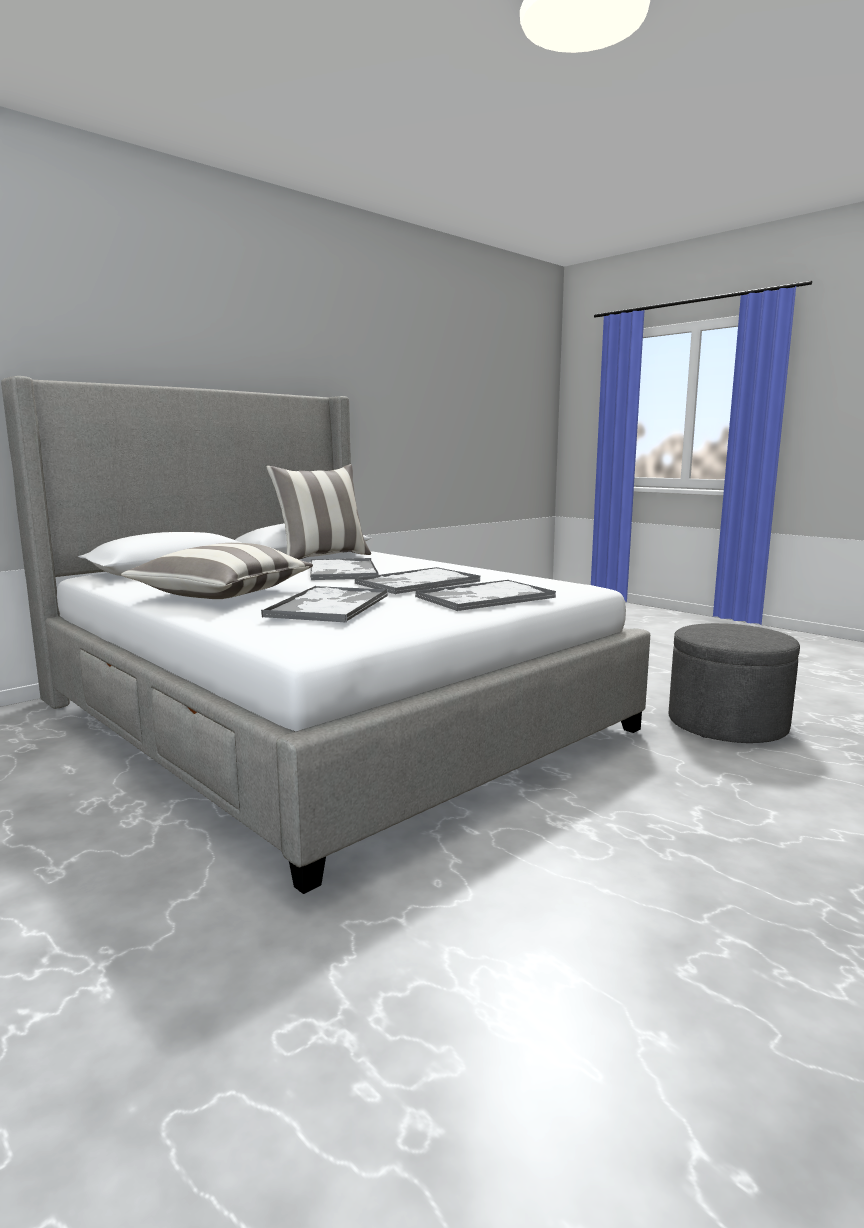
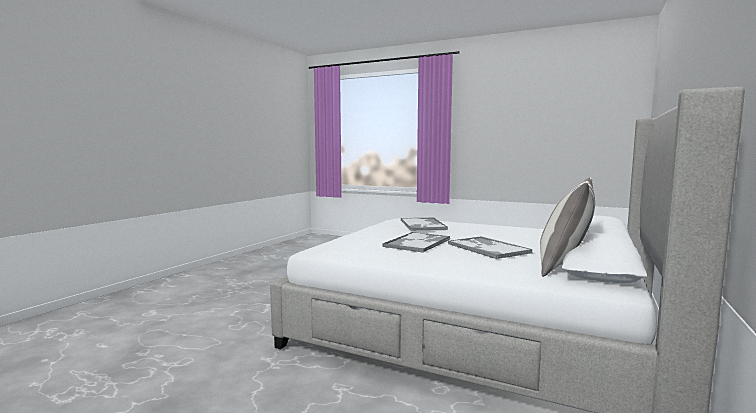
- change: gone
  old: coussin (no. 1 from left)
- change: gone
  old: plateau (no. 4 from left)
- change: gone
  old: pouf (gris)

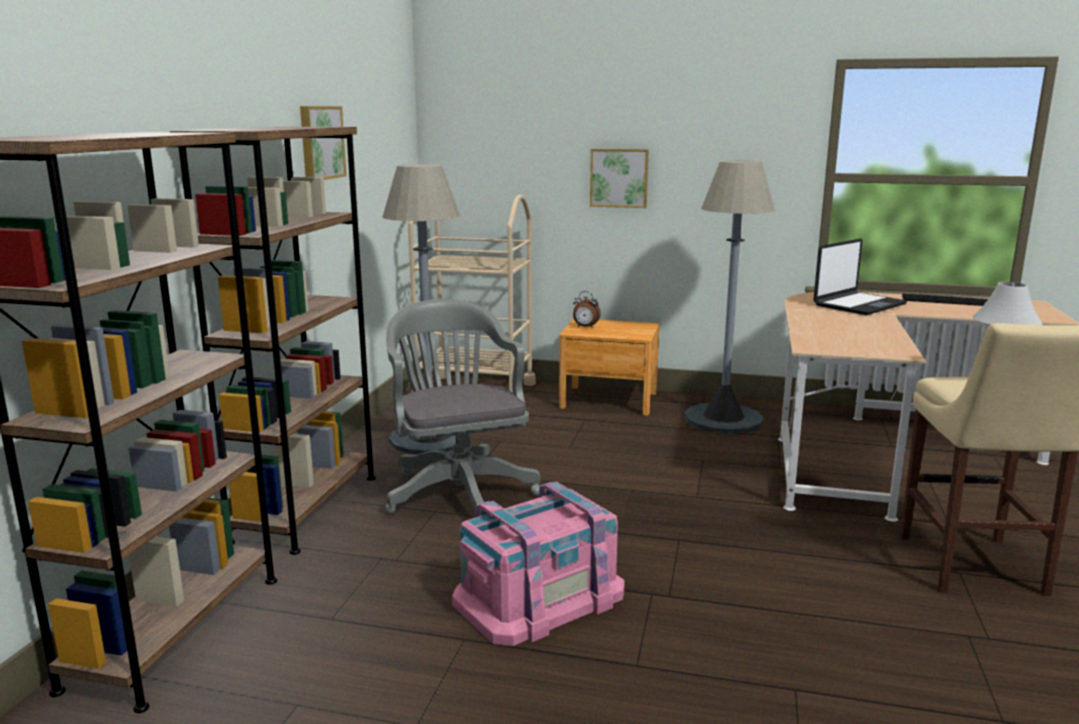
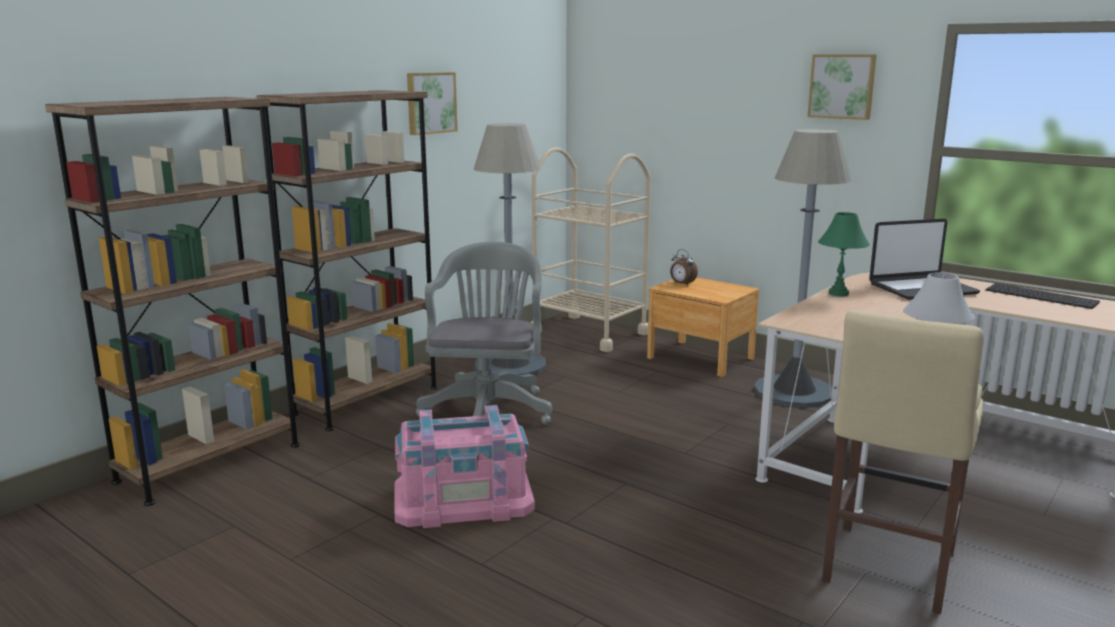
- change: new
  new: lampe de table (vert)
- change: shifted
  old: tableau (no. 2 from left)

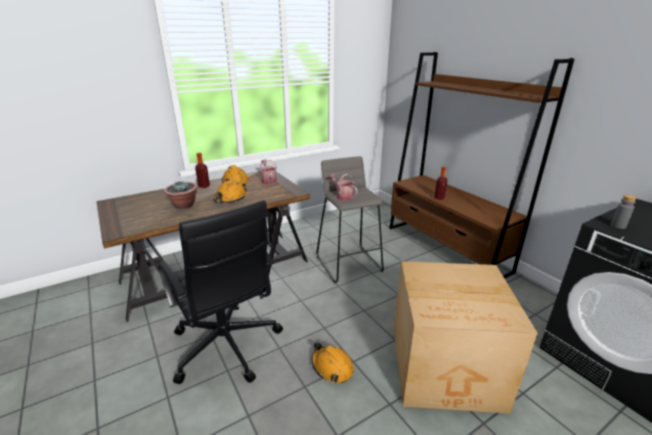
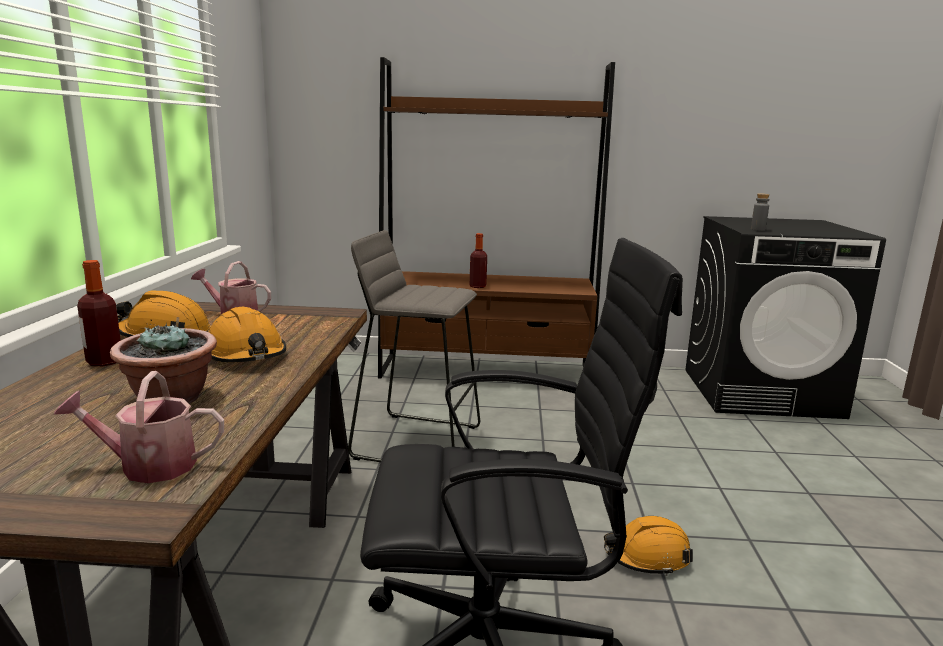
- change: gone
  old: carton
- change: shifted
  old: arrosoir (no. 2 from left in the first image)
  new: arrosoir (no. 1 from left)

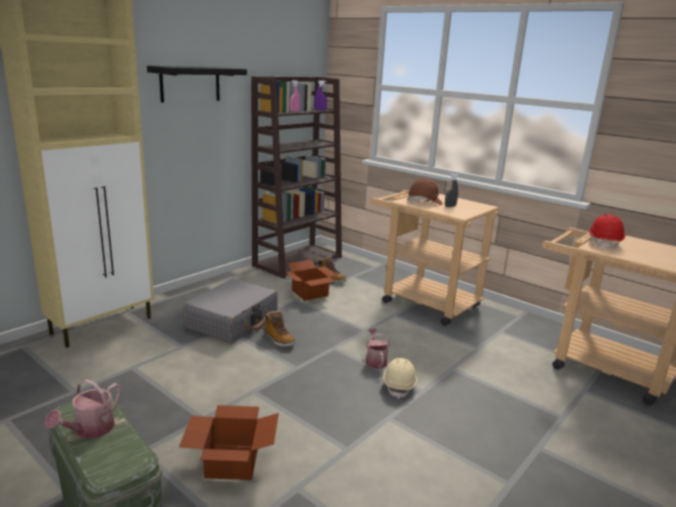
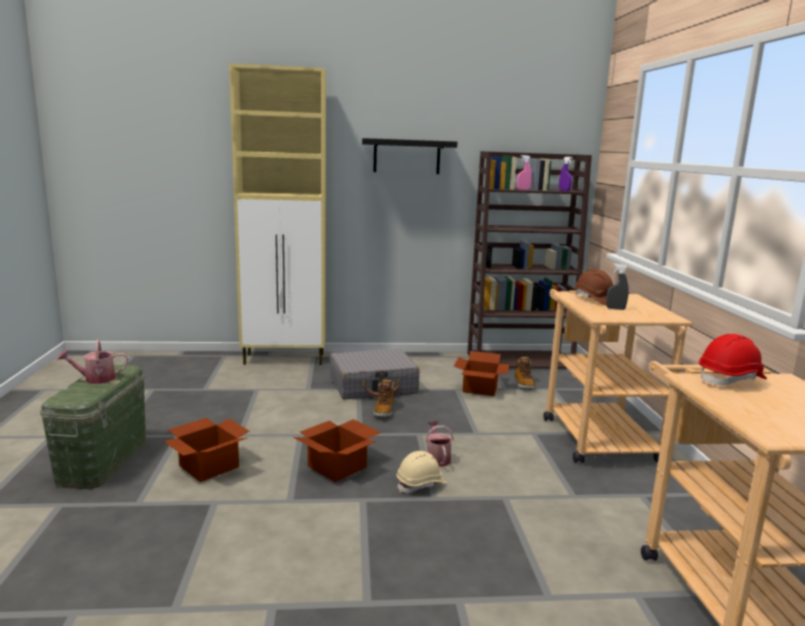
- change: new
  new: carton (no. 2 from left)
- change: rotated
  old: arrosoir (no. 2 from left)
  degrees: -45

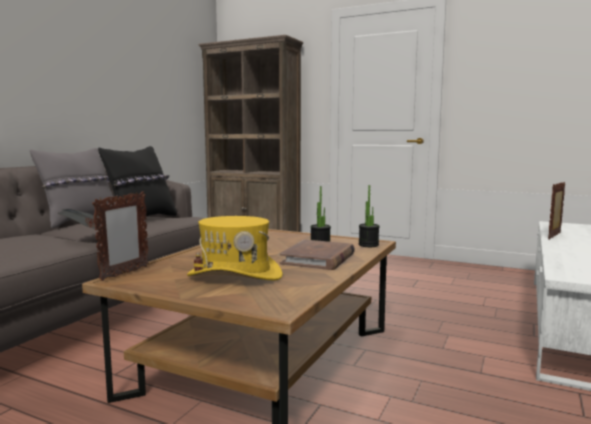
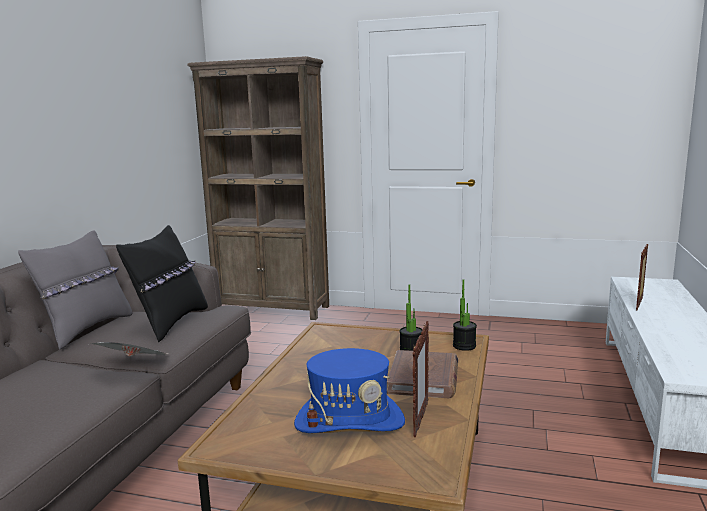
- change: shifted
  old: cadre photo (no. 1 from left)
- change: repainted
  old: chapeau (jaune)
  new: chapeau (bleu)

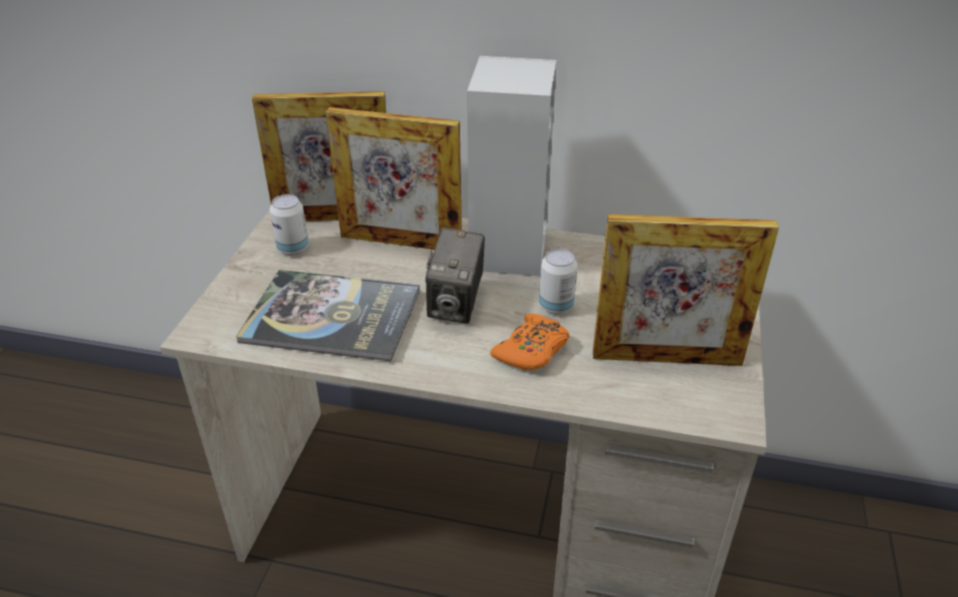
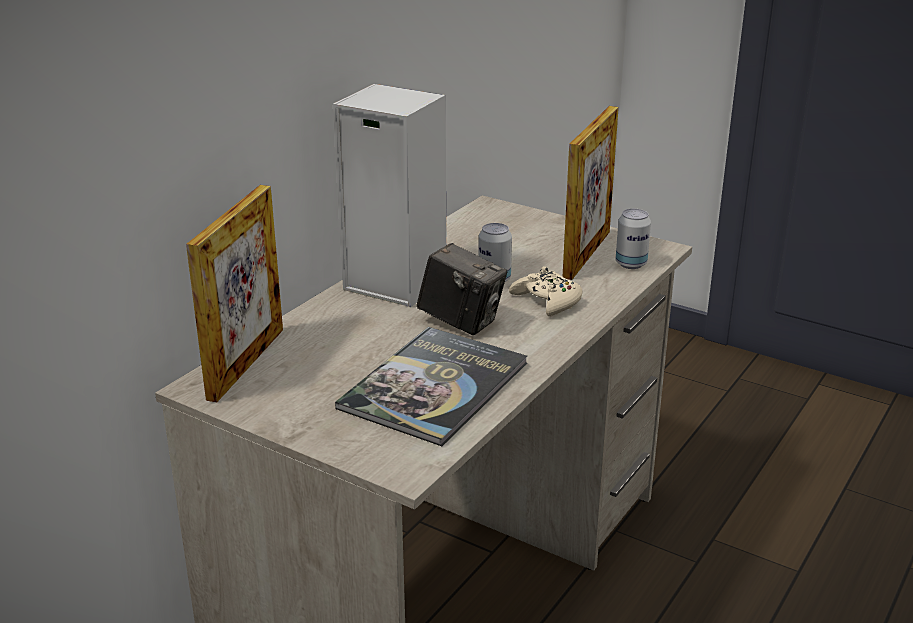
- change: gone
  old: cadre photo (no. 2 from left)
- change: shifted
  old: boîte métallique (no. 1 from left in the first image)
  new: boîte métallique (no. 2 from left)
- change: repainted
  old: manette (orange)
  new: manette (beige)

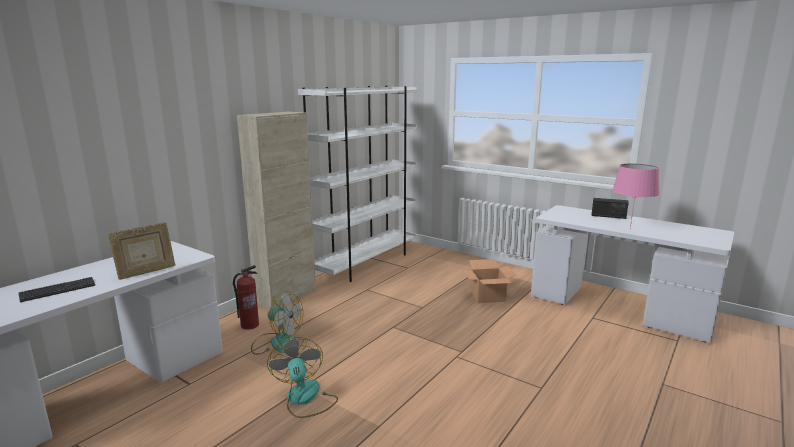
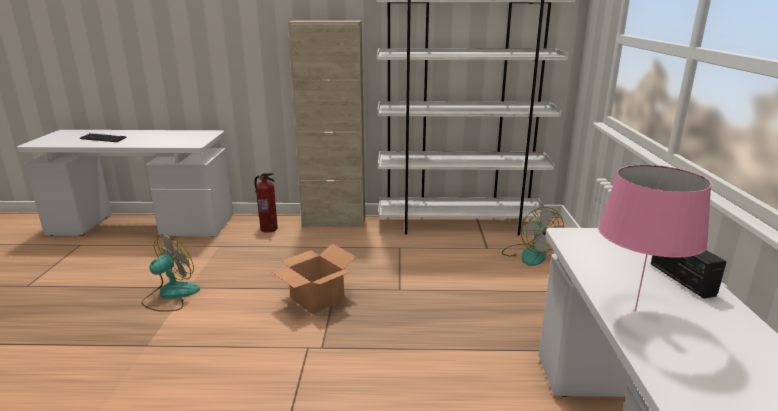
- change: gone
  old: cadre photo
- change: shifted
  old: ventilateur (no. 1 from left in the first image)
  new: ventilateur (no. 2 from left)
- change: shifted
  old: carton

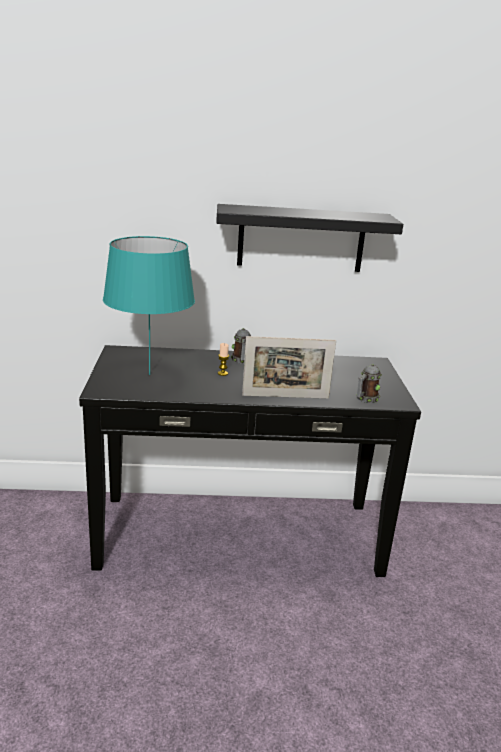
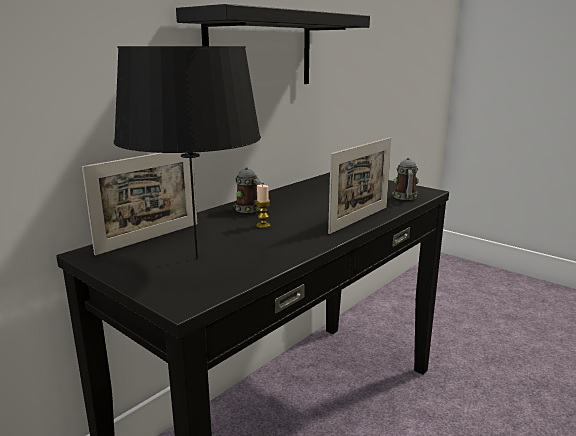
- change: new
  new: cadre photo (no. 1 from left)
- change: repainted
  old: lampe de table (turquoise)
  new: lampe de table (noir)

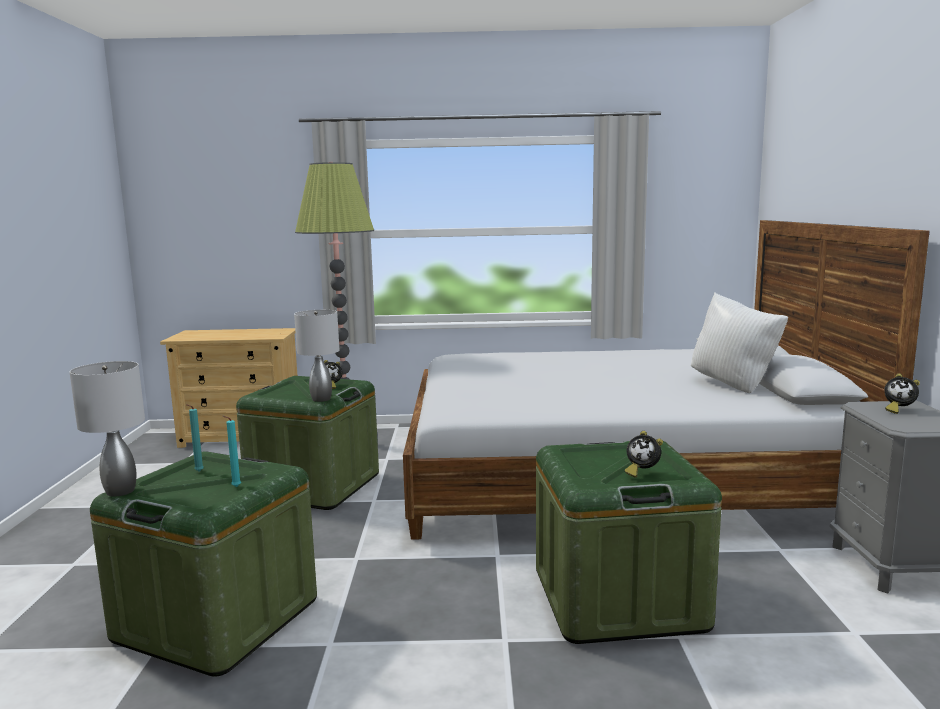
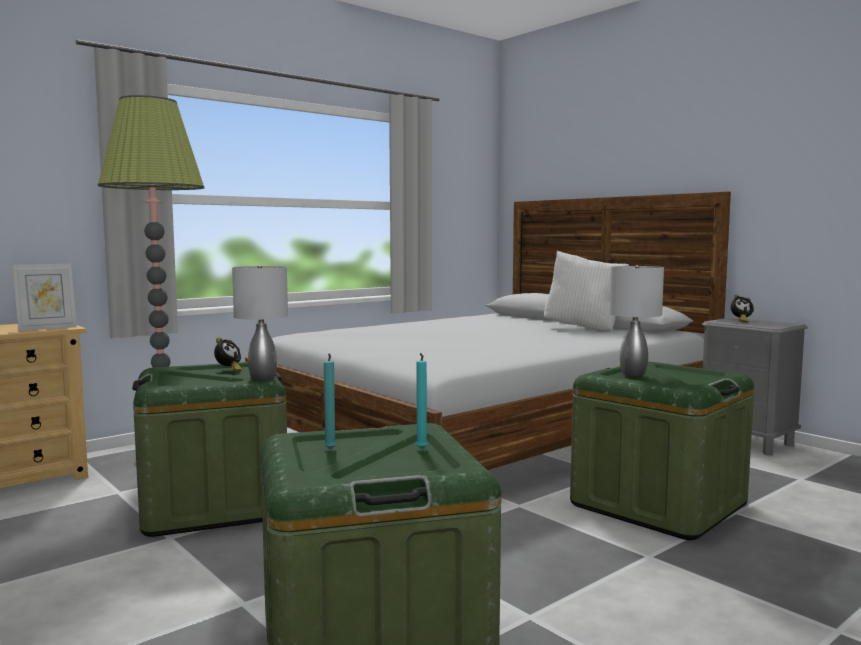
- change: gone
  old: réveil (no. 2 from left)
- change: new
  new: cadre photo
- change: shifted
  old: lampe de table (gris) (no. 1 from left in the first image)
  new: lampe de table (gris) (no. 2 from left)

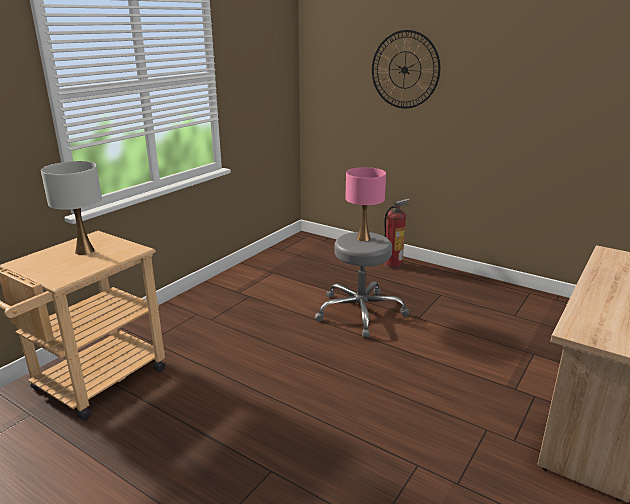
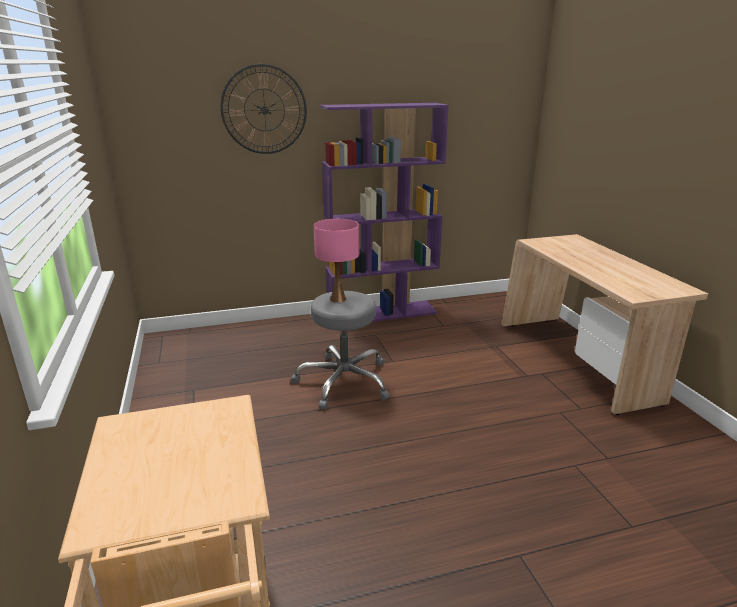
- change: gone
  old: lampe de table (blanc)
- change: gone
  old: extincteur
- change: new
  new: bibliothèque (violet)

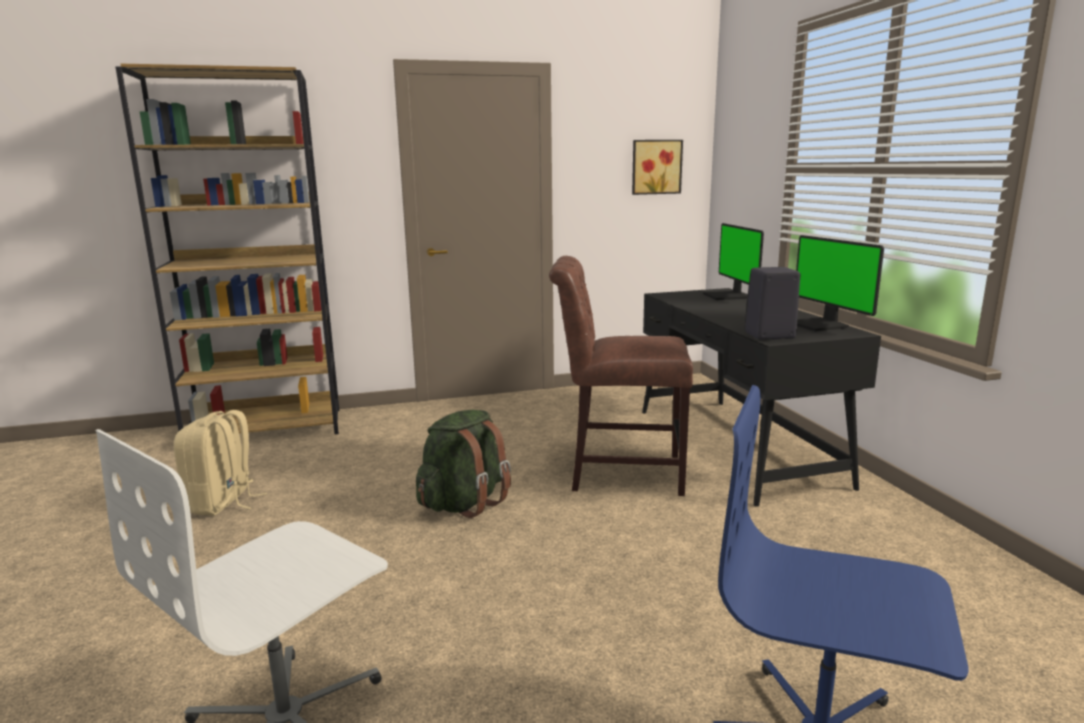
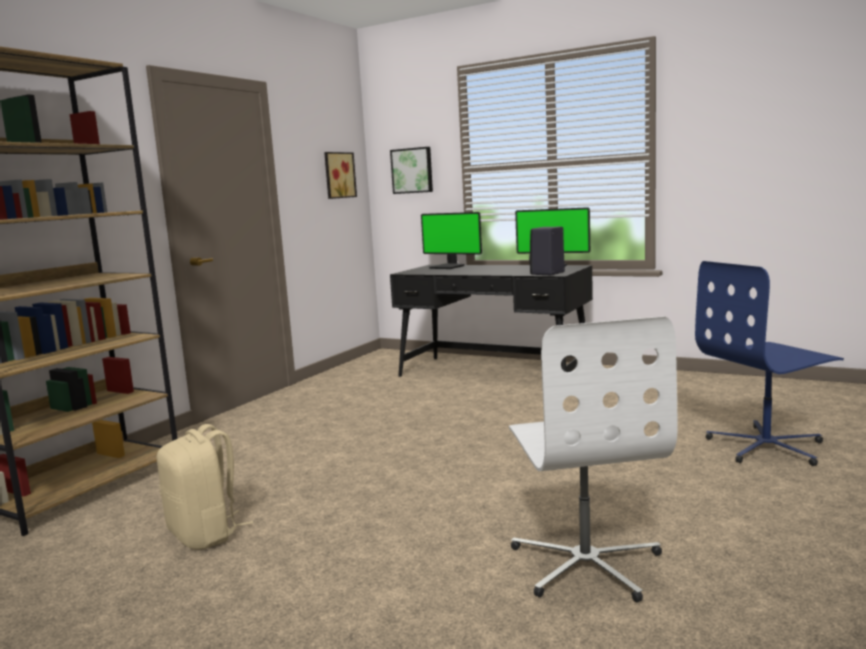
- change: gone
  old: sac à dos (vert)
- change: gone
  old: chaise (marron)
- change: new
  new: tableau (no. 2 from left)

